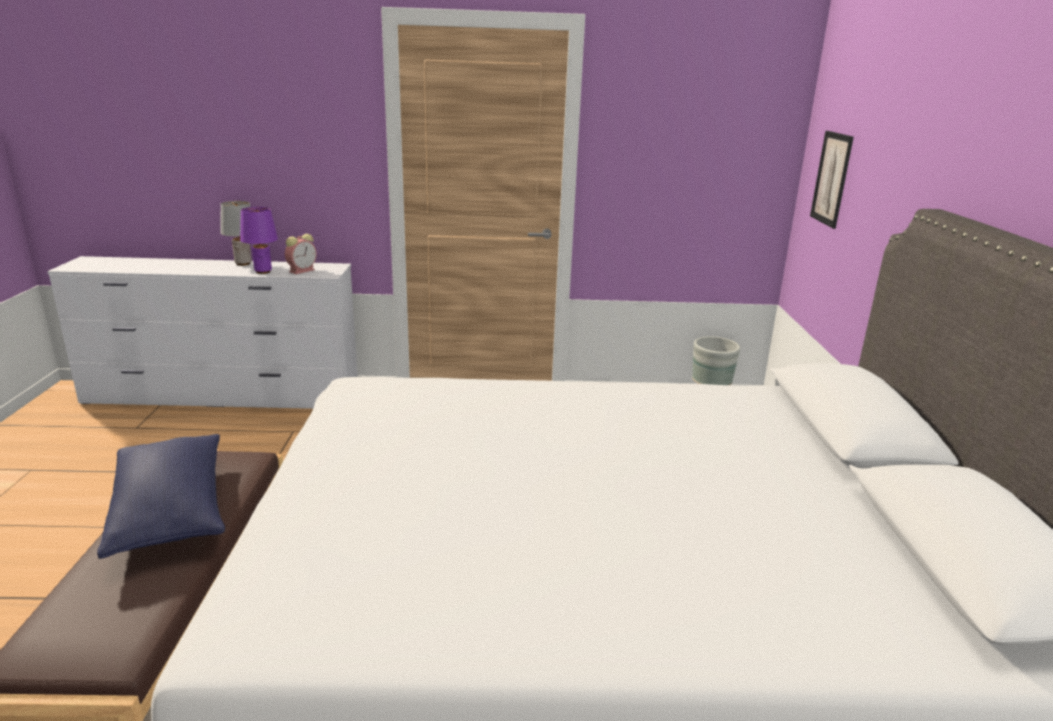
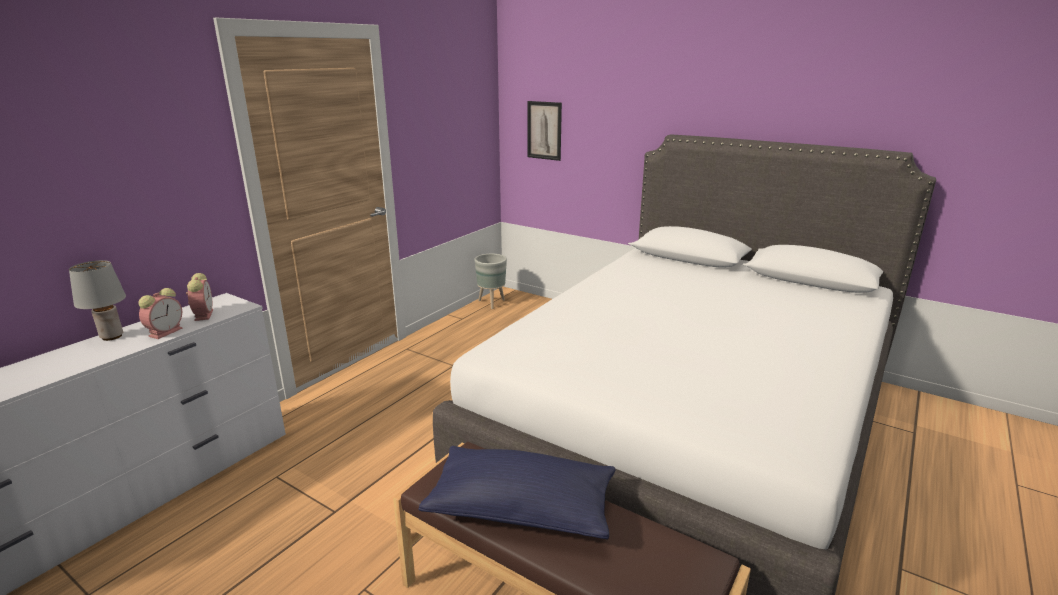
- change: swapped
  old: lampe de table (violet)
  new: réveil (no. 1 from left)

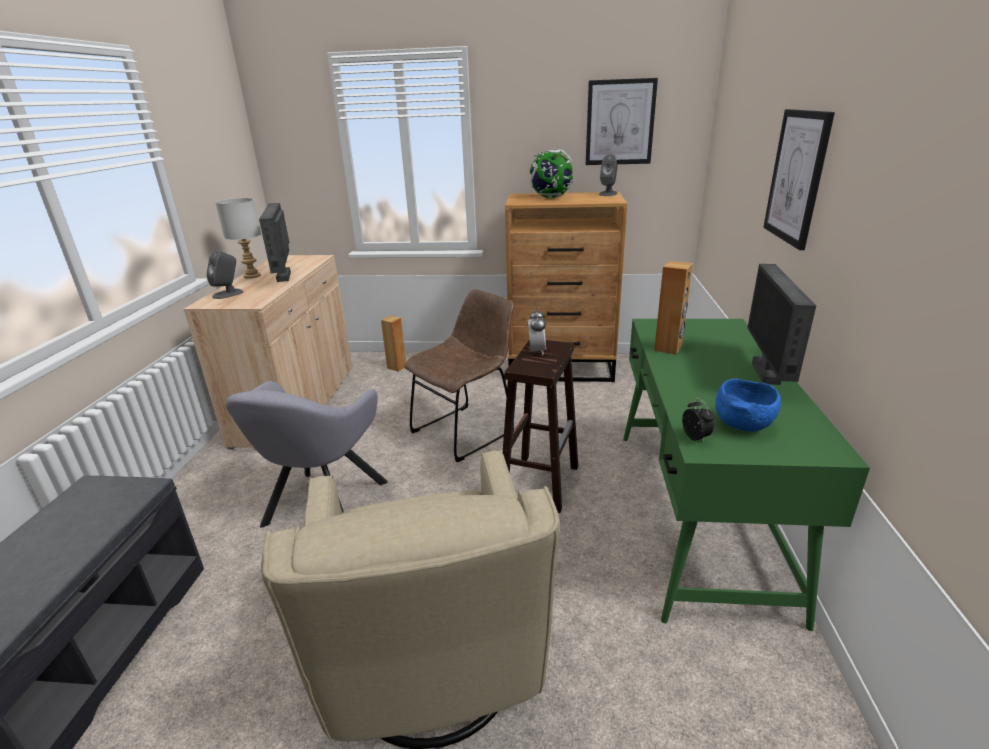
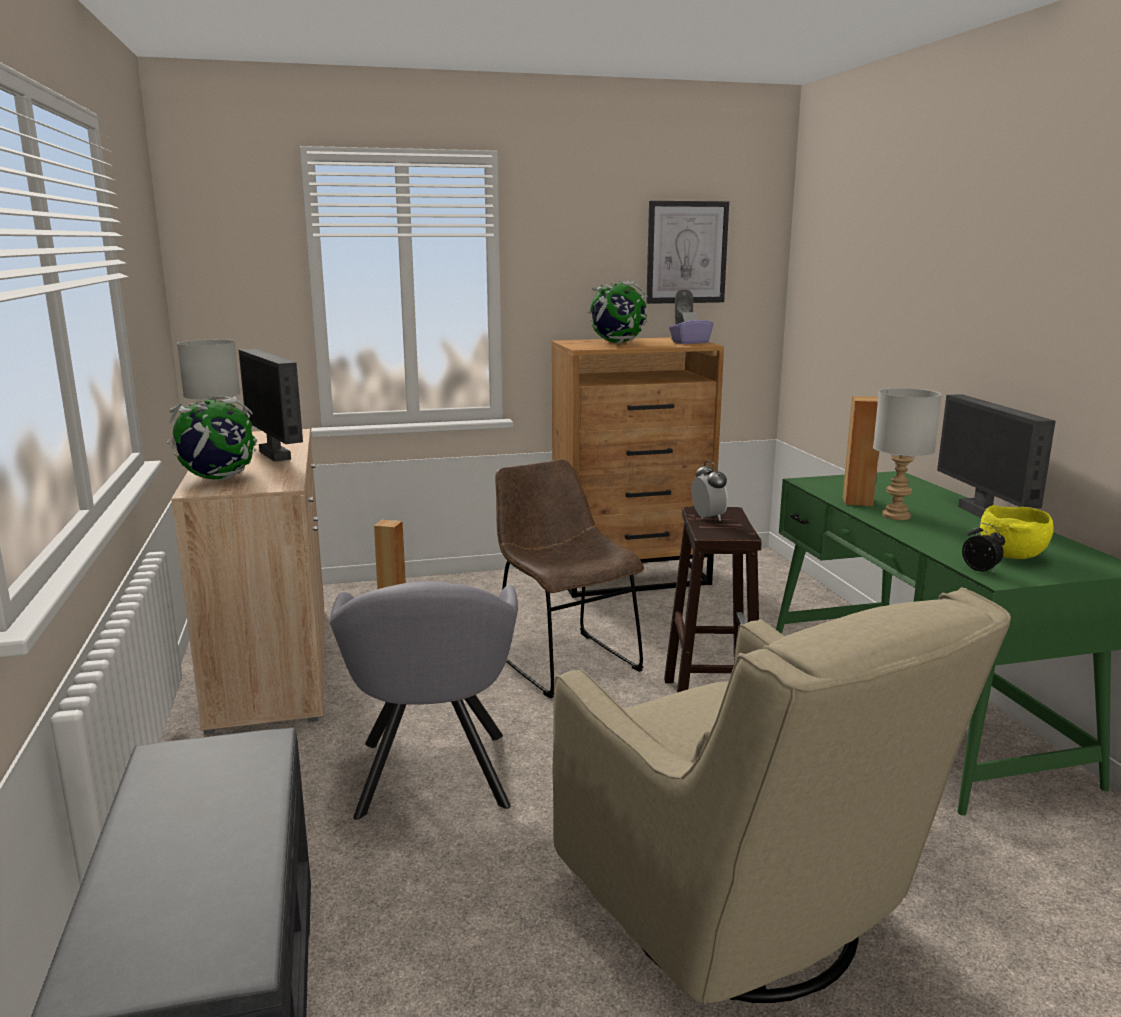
- change: gone
  old: tableau (no. 2 from left)
- change: new
  new: boîte à mouchoirs (violet)
- change: new
  new: lampe de table (gris) (no. 2 from left)
- change: swapped
  old: enceinte (gris) (no. 1 from left)
  new: globe (no. 1 from left)
- change: repainted
  old: bol (bleu)
  new: bol (jaune)
- change: rotated
  old: chaise (marron)
  degrees: -60

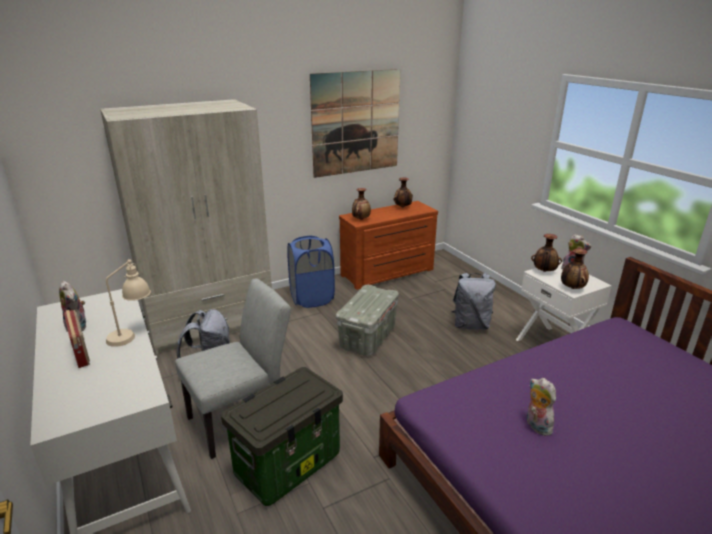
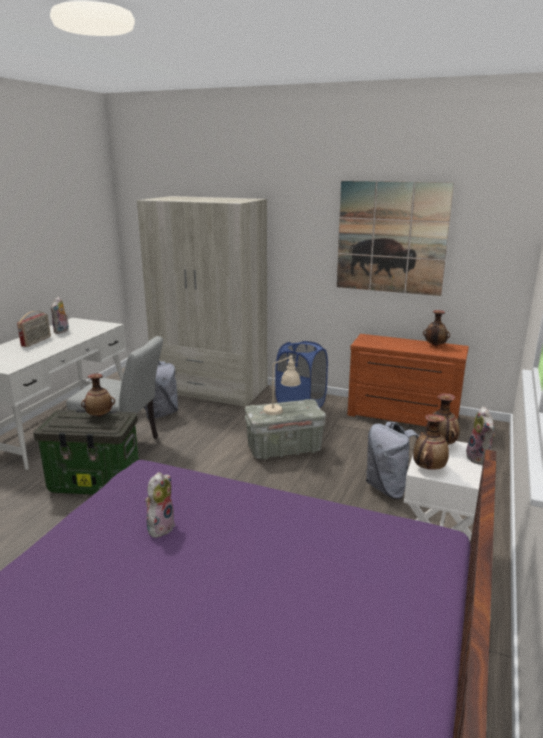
- change: shifted
  old: lampe de table (beige)
- change: shifted
  old: vase (no. 1 from left)

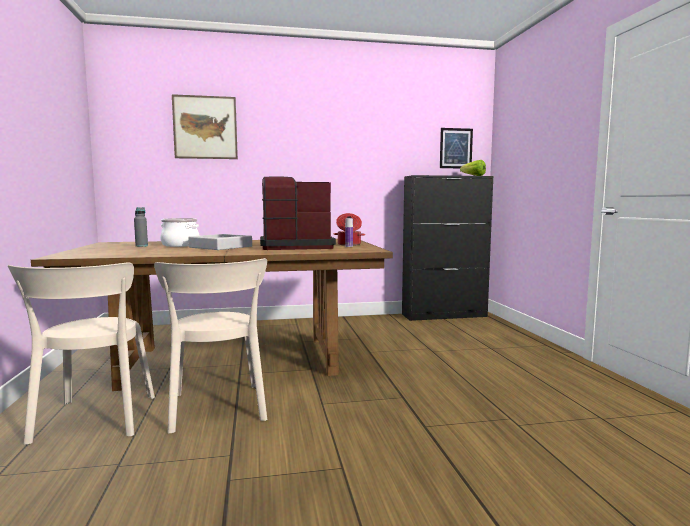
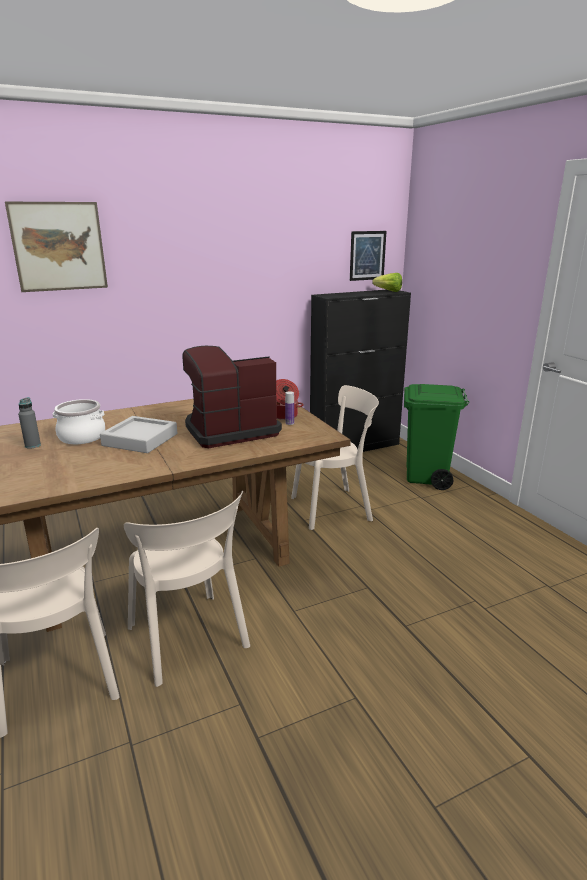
- change: new
  new: chaise (beige) (no. 3 from left)
- change: new
  new: poubelle (vert)

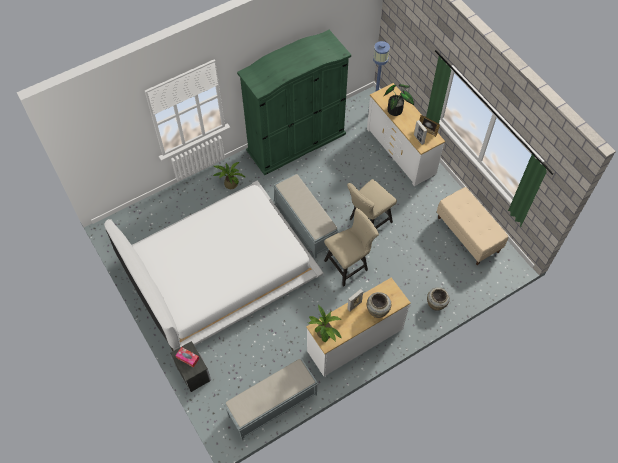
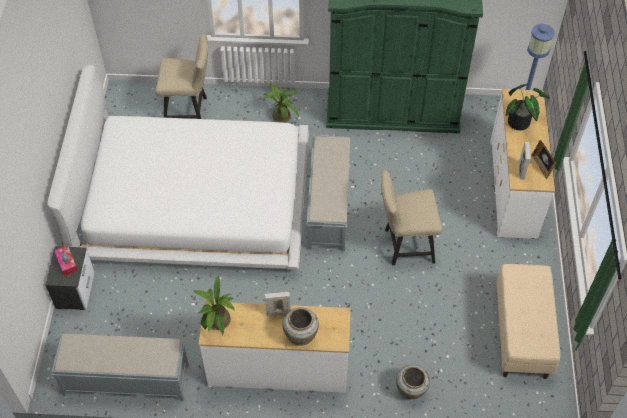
- change: shifted
  old: chaise (beige) (no. 1 from left)

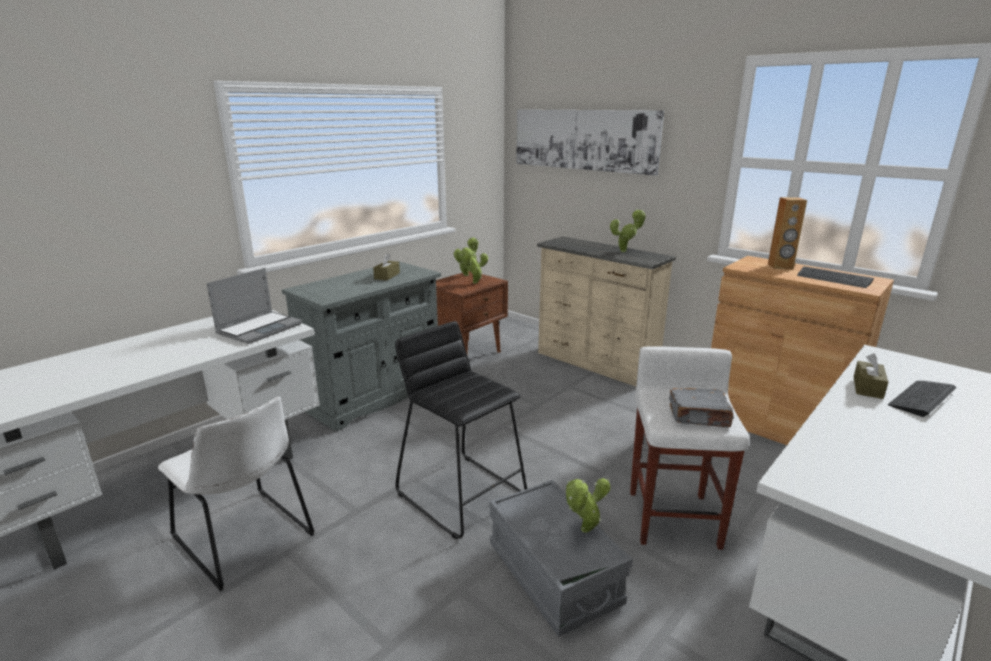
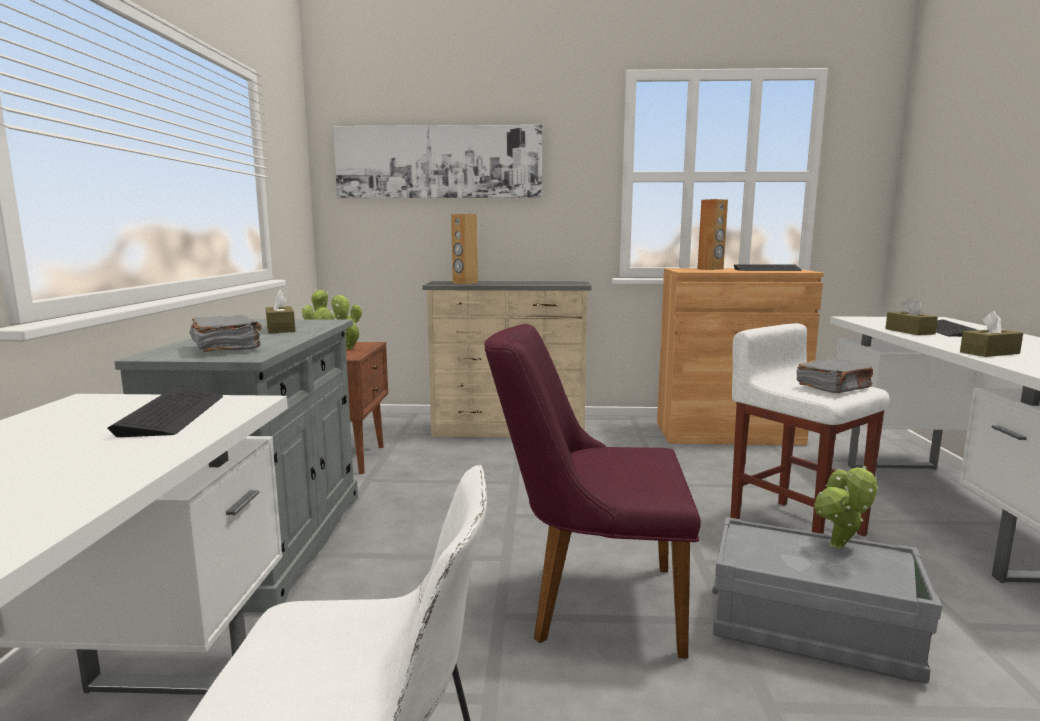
- change: gone
  old: plante en pot (no. 4 from left)
- change: new
  new: livre (gris) (no. 1 from left)
- change: new
  new: enceinte (marron) (no. 1 from left)
- change: new
  new: boîte à mouchoirs (marron) (no. 3 from left)
- change: swapped
  old: ordinateur portable
  new: clavier (no. 1 from left)
- change: swapped
  old: tabouret (noir)
  new: chaise (violet)

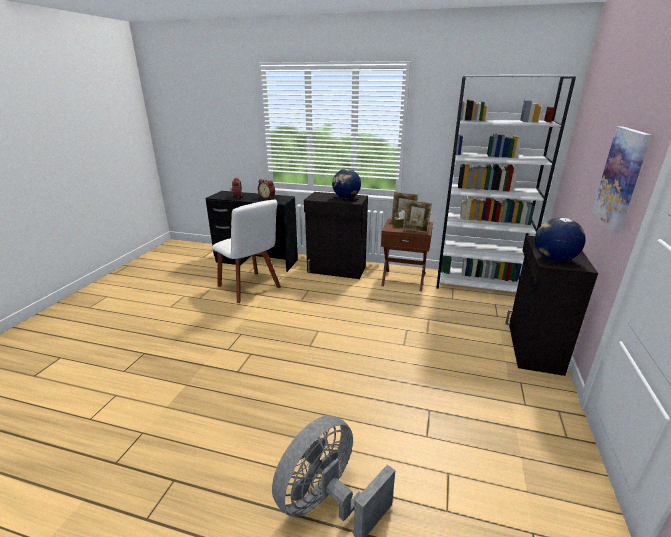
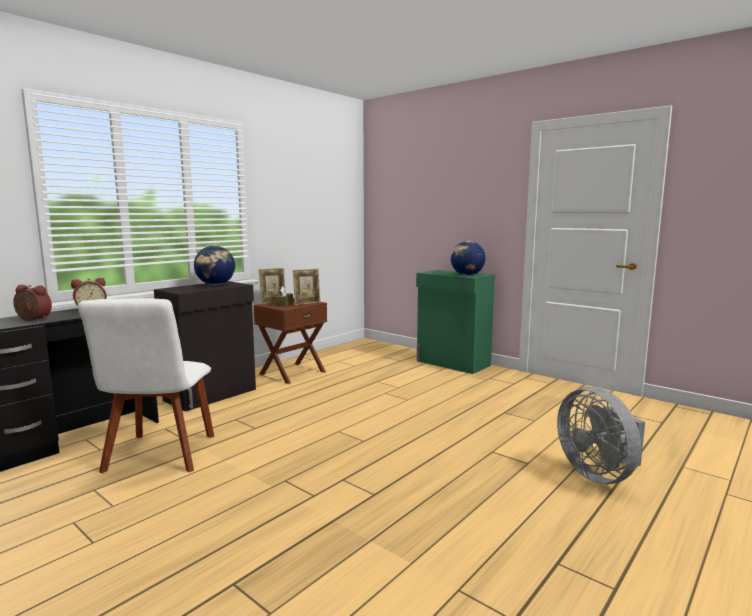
- change: gone
  old: bibliothèque (blanc)
- change: gone
  old: tableau
- change: repainted
  old: meuble de rangement (noir) (no. 2 from left)
  new: meuble de rangement (vert)
- change: rotated
  old: chaise (blanc)
  degrees: 105

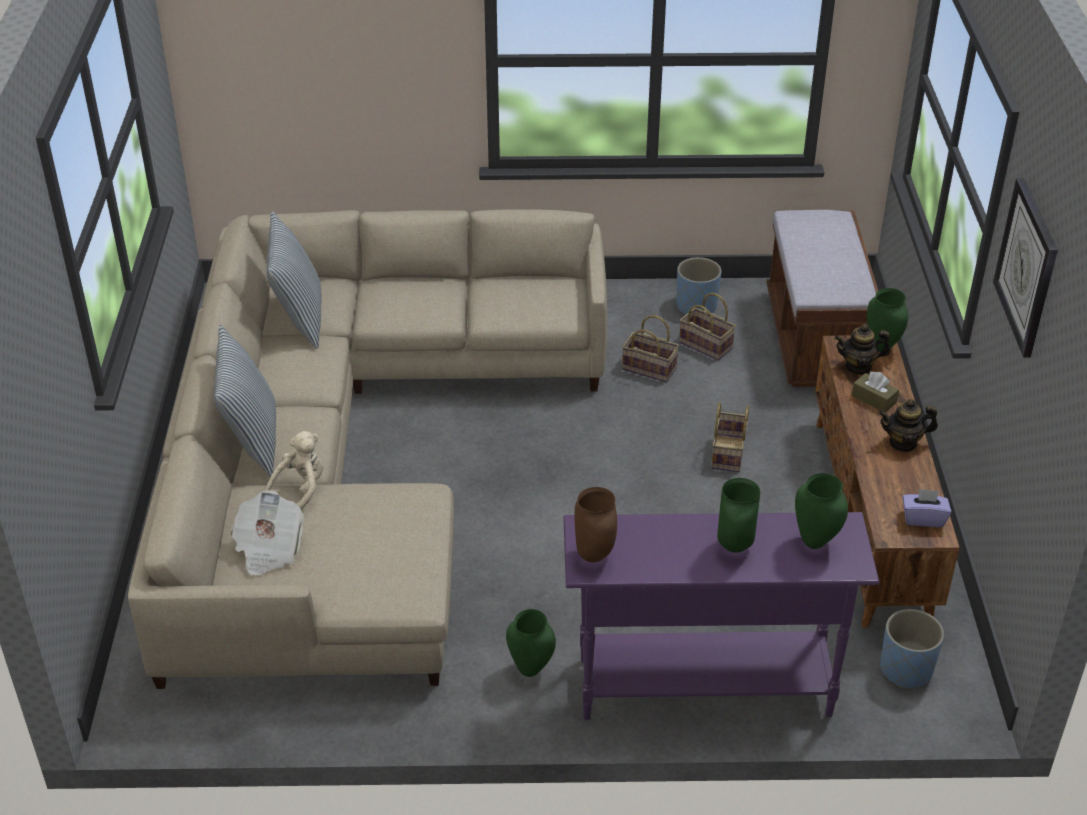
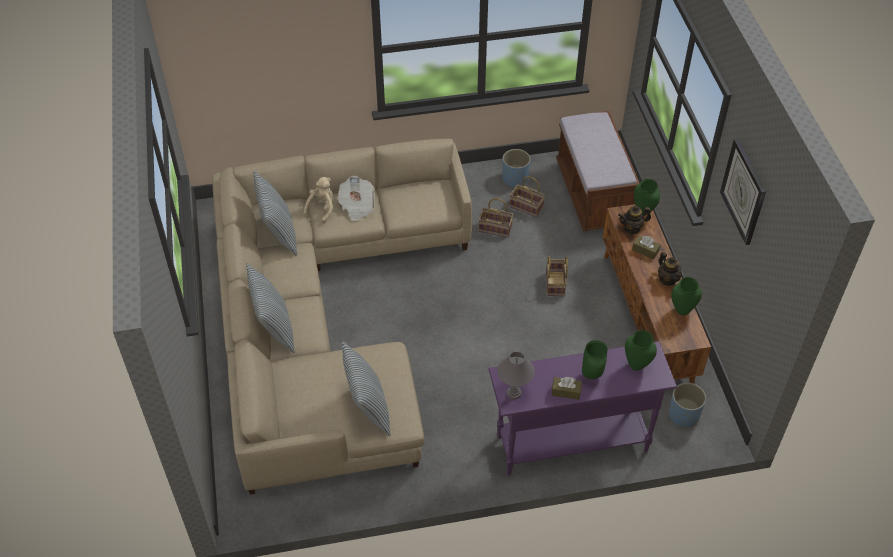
- change: gone
  old: boîte à mouchoirs (violet)
- change: new
  new: coussin (no. 3 from left)
- change: new
  new: boîte à mouchoirs (marron) (no. 1 from left)
- change: shifted
  old: journal
- change: shifted
  old: peluche (beige)
- change: shifted
  old: vase (vert) (no. 1 from left in the first image)
  new: vase (vert) (no. 4 from left)
- change: swapped
  old: vase (marron)
  new: lampe de table (gris)
- change: rotated
  old: théière (no. 2 from left)
  degrees: -105

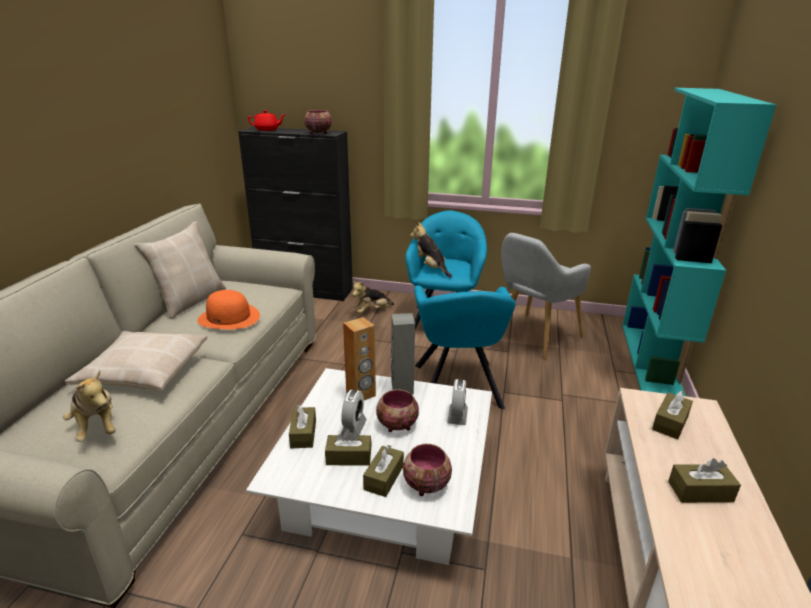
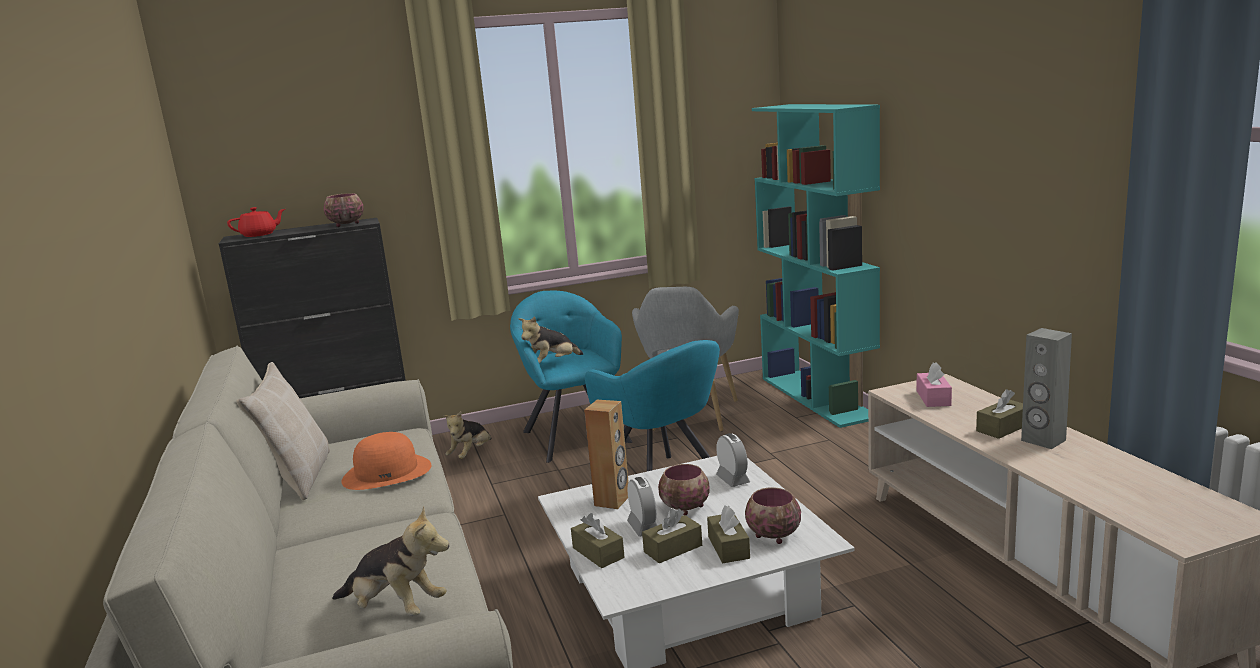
- change: gone
  old: coussin (beige) (no. 1 from left)
- change: shifted
  old: enceinte (gris)
- change: repainted
  old: boîte à mouchoirs (marron) (no. 4 from left)
  new: boîte à mouchoirs (rose)
- change: rotated
  old: peluche (no. 3 from left)
  degrees: -60

